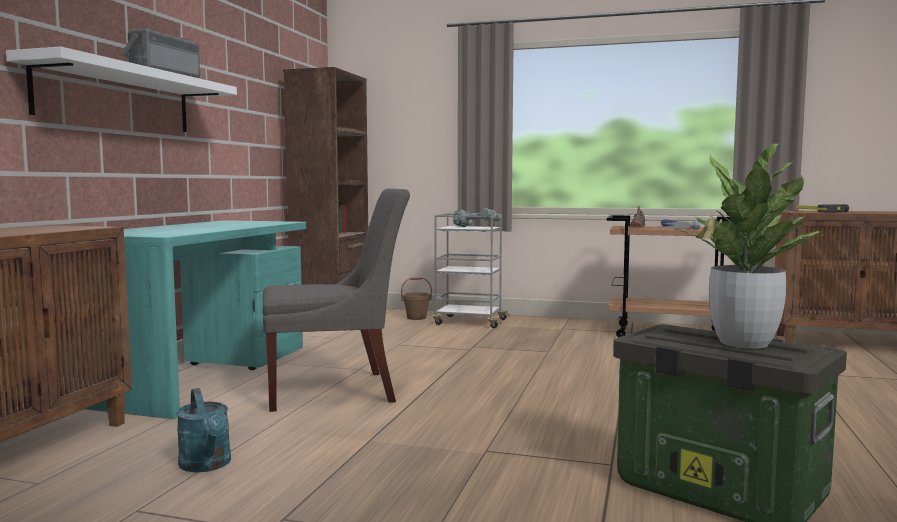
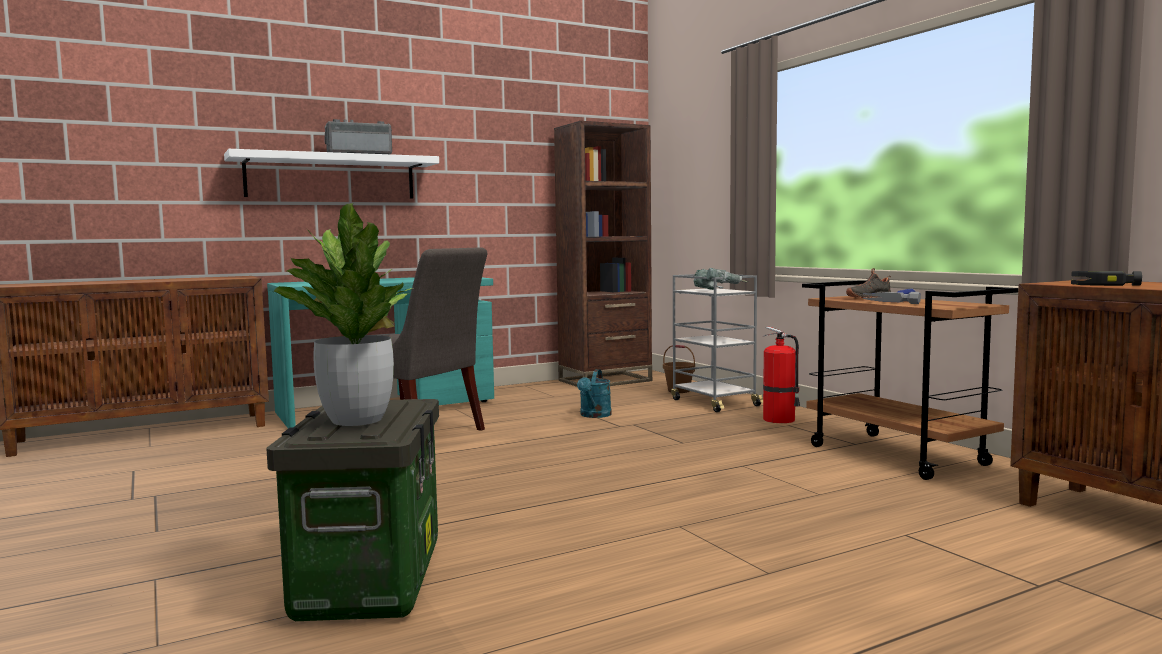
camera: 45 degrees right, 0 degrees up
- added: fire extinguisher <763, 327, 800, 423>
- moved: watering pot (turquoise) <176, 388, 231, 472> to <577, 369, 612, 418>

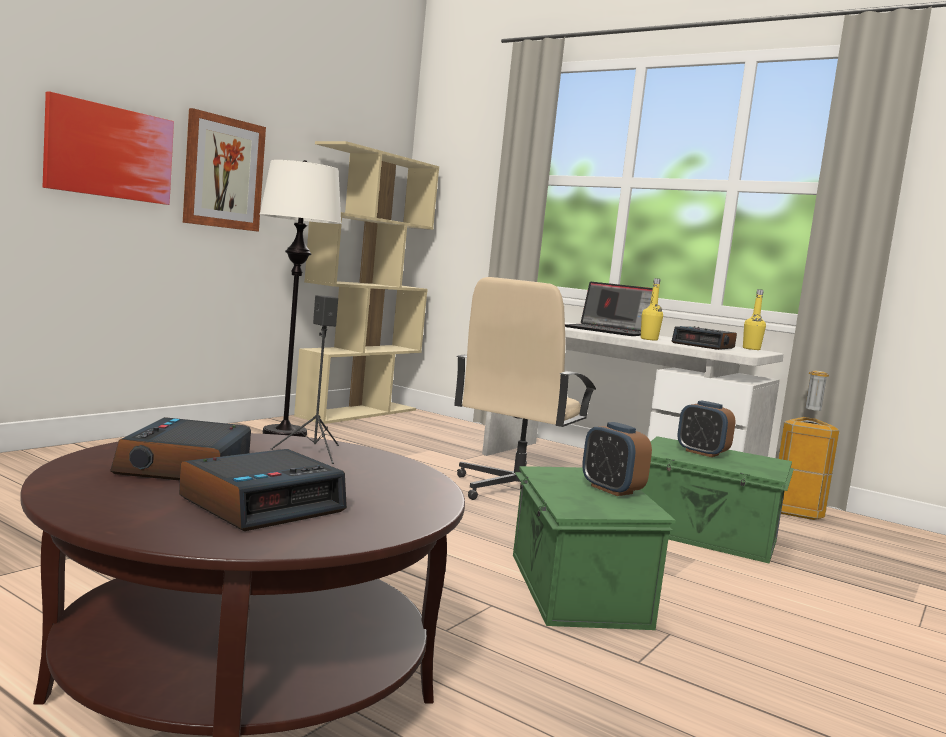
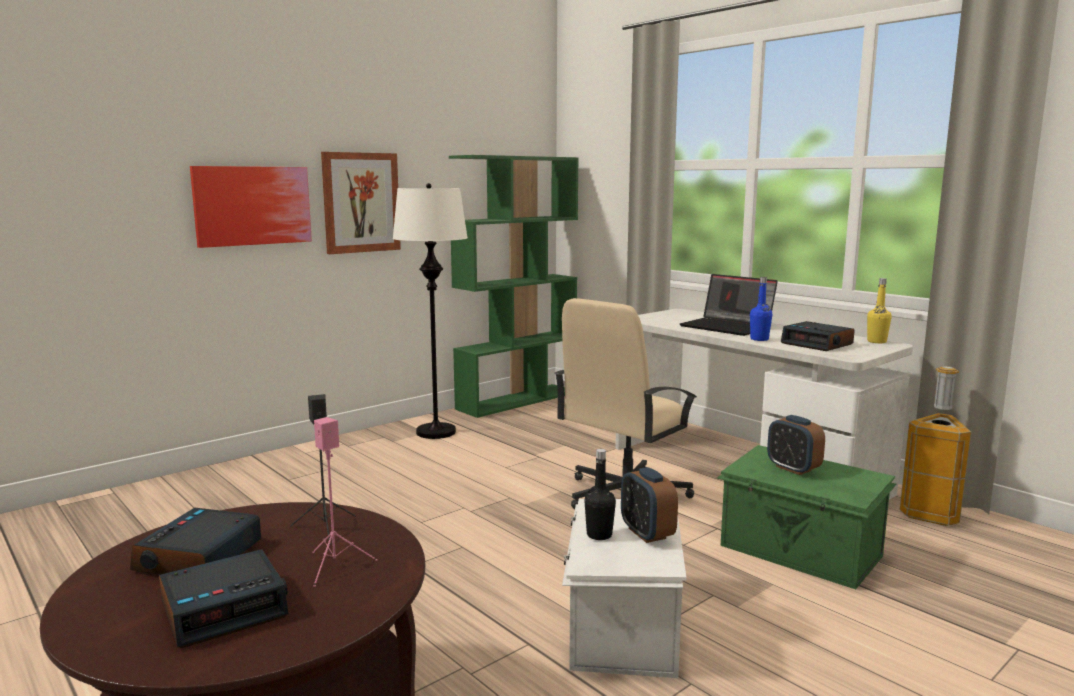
camera: 15 degrees right, 5 degrees up
- added: loudspeaker (pink) <312, 417, 377, 587>
- added: drink bottle (black) <584, 449, 616, 540>
- recoloured: shelving unit (beige) <294, 141, 439, 424> to shelving unit (green) <449, 155, 579, 418>
- recoloured: storage bin (green) <513, 466, 676, 630> to storage bin (white) <562, 499, 686, 678>
- recoloured: drink bottle (yellowish) <641, 278, 663, 341> to drink bottle (blue) <750, 277, 772, 341>

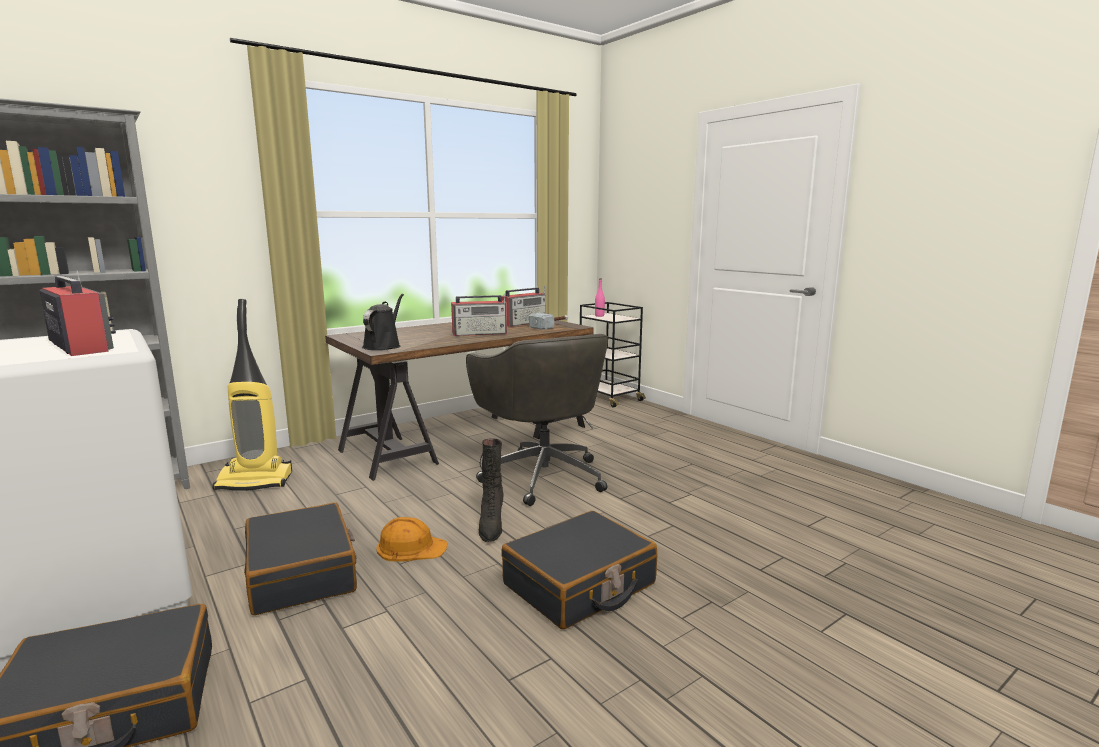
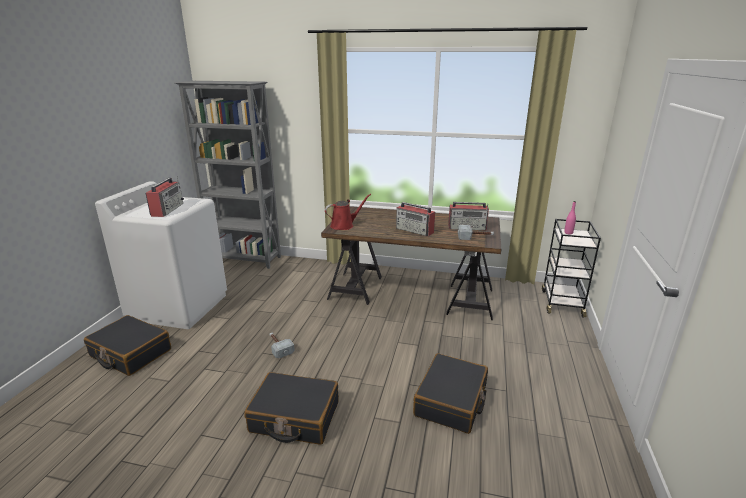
camera: 50 degrees right, 10 degrees up
- removed: vacuum <212, 299, 292, 491>
- removed: office chair (grey) <466, 334, 609, 506>
- removed: high-top boot (black) <479, 438, 503, 542>
- moved: piece of luggage (black) <244, 502, 357, 615> to <413, 353, 488, 434>
- replaced: hard hat (orange-coloured) <376, 517, 448, 562> to hammer <269, 333, 295, 358>
- recoloured: watering pot (black) <362, 294, 404, 350> to watering pot (red-coloured) <325, 194, 371, 230>

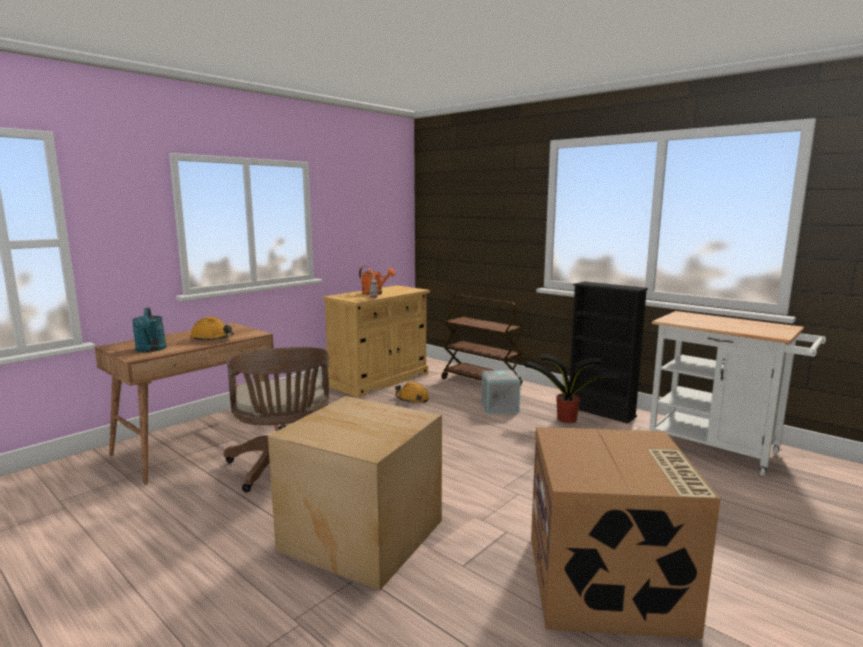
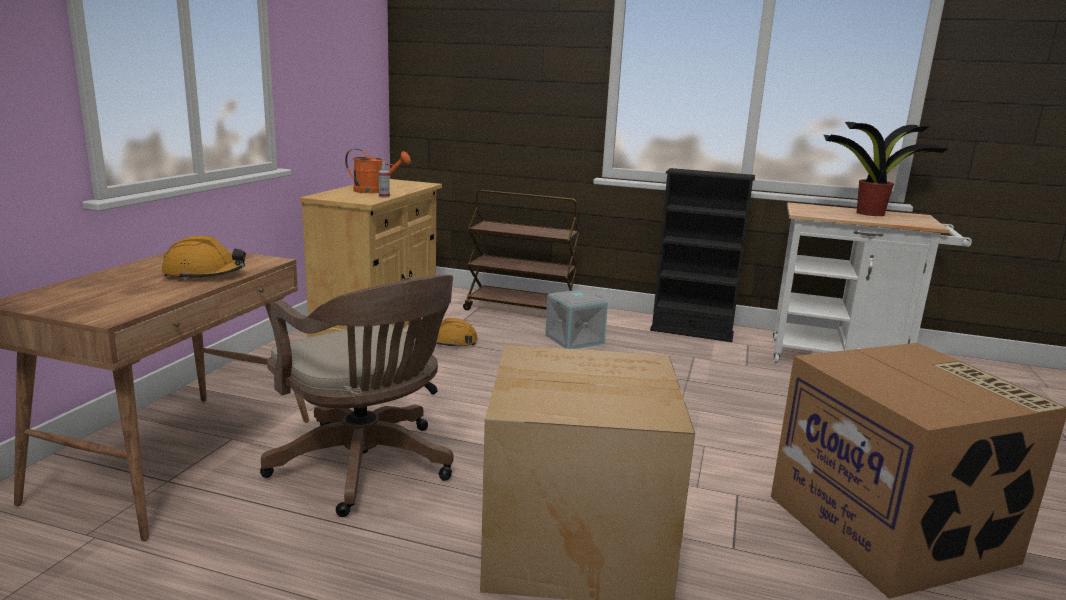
camera: 25 degrees left, 5 degrees up
- removed: watering pot (turquoise) <132, 308, 167, 352>
- moved: houseplant <524, 354, 620, 423> to <824, 122, 949, 216>

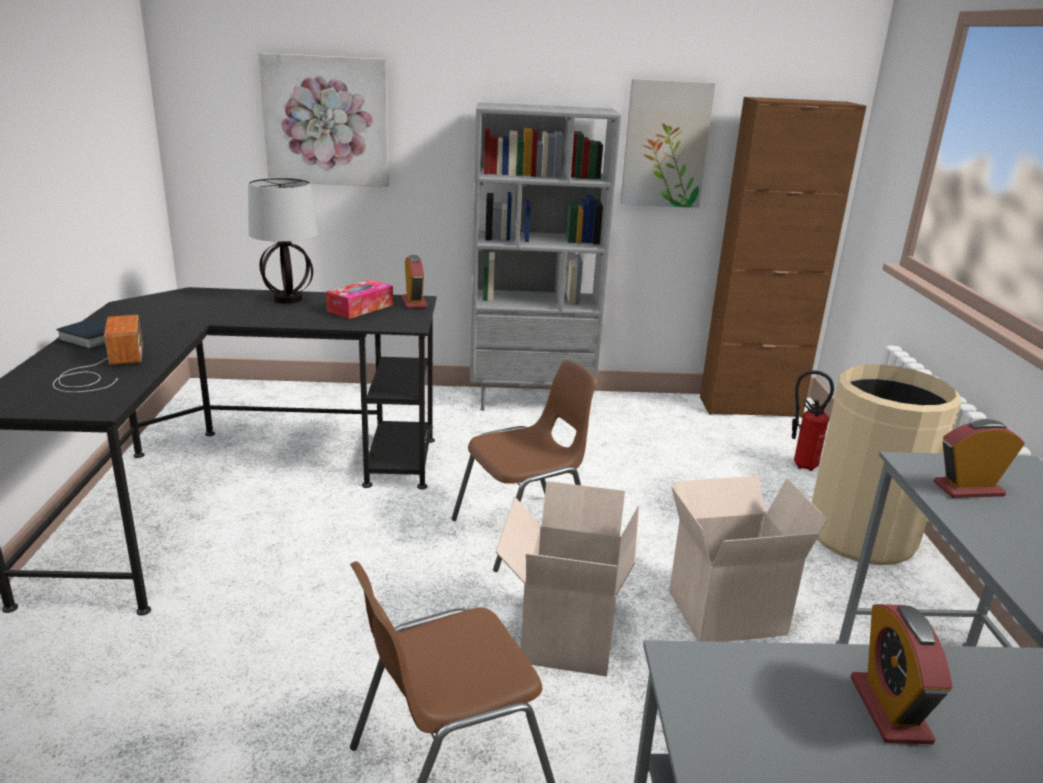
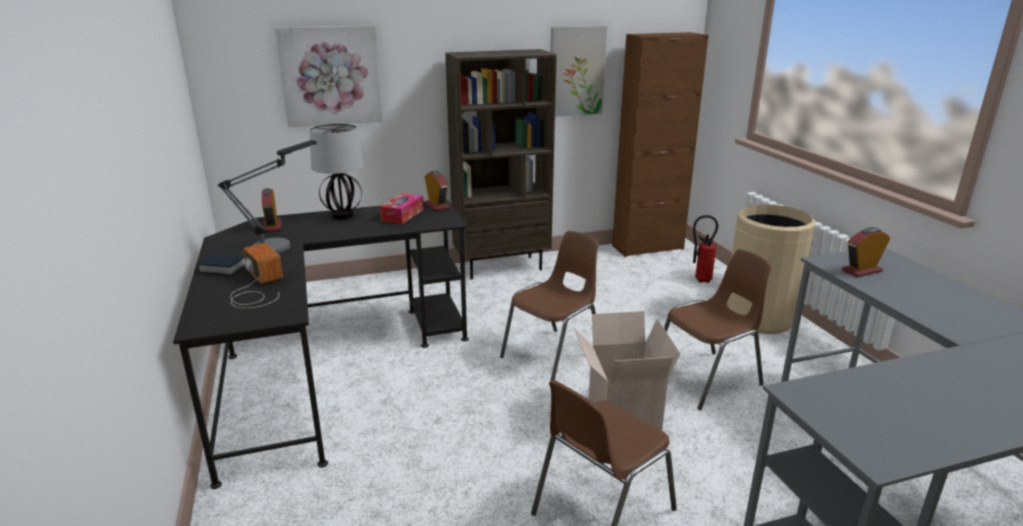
camera: 15 degrees left, 0 degrees up
- added: table lamp <218, 140, 317, 253>
- moved: alarm clock <851, 604, 953, 744> to <262, 188, 281, 232>
- replaced: carton <669, 476, 828, 642> to chair (brownish) <664, 249, 771, 410>
- recoloured: shelving unit (grey) <470, 102, 621, 411> to shelving unit (brownish) <445, 49, 557, 280>

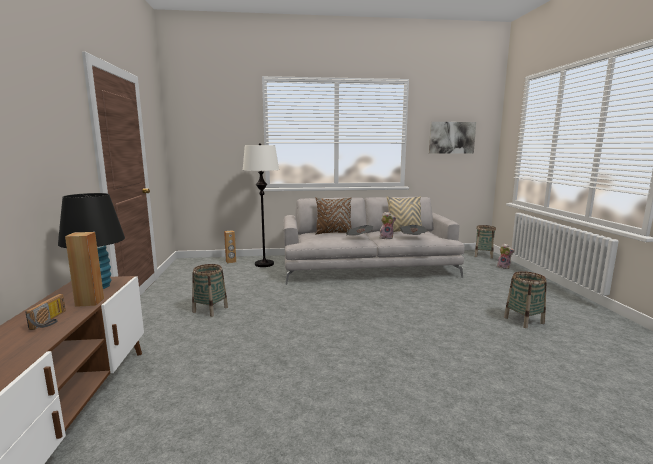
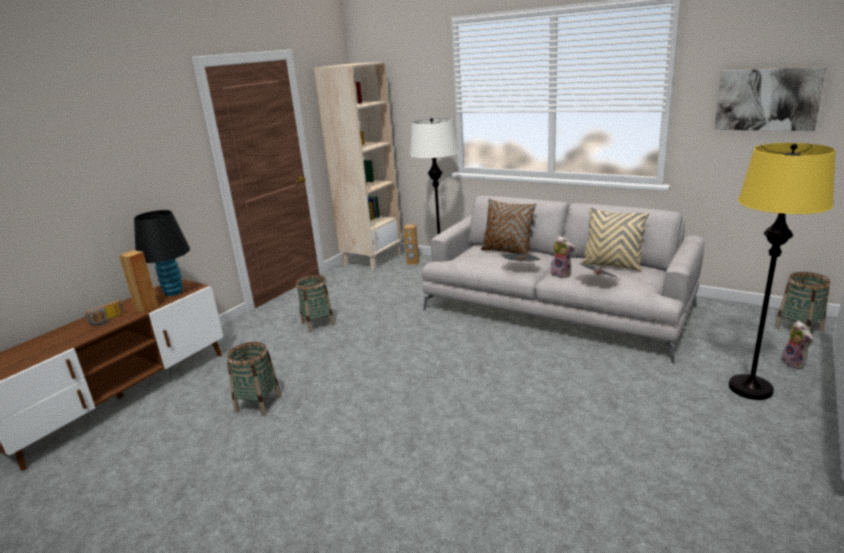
camera: 40 degrees right, 10 degrees up
- added: shelving unit (beige) <314, 62, 402, 271>
- added: standard lamp (yellowish) <729, 143, 836, 400>
- moved: basket <504, 271, 547, 328> to <227, 342, 282, 416>

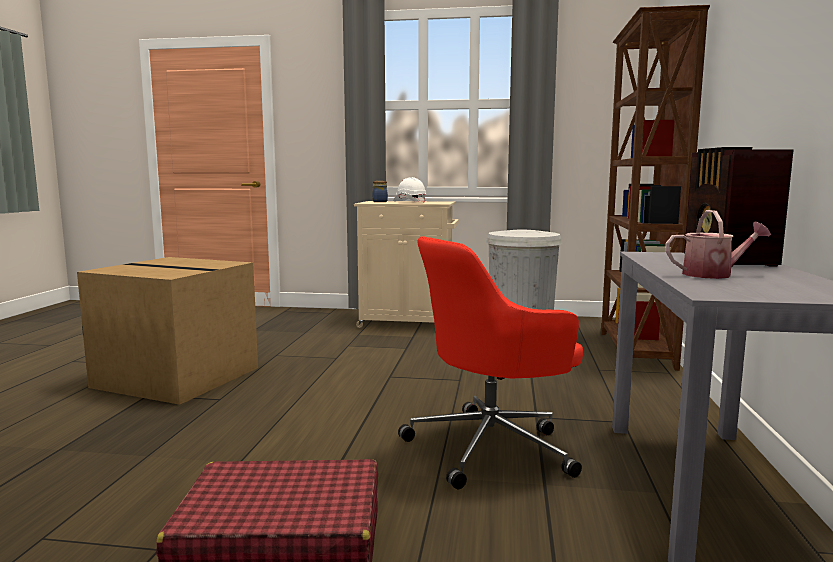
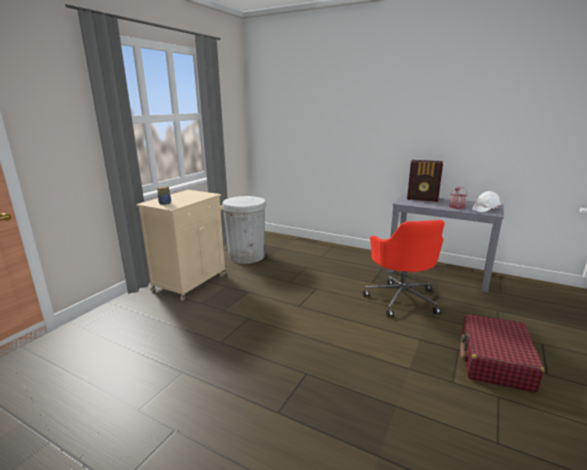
camera: 70 degrees left, 10 degrees up
- removed: carton <77, 257, 258, 405>
- removed: shelving unit (brownish) <601, 5, 710, 371>
- moved: hard hat (white) <393, 177, 427, 202> to <472, 191, 501, 212>

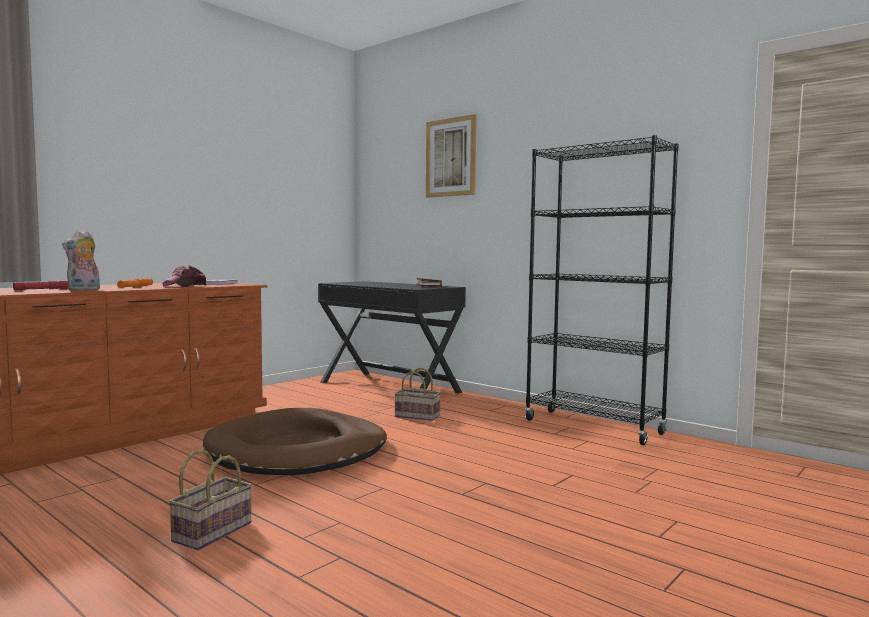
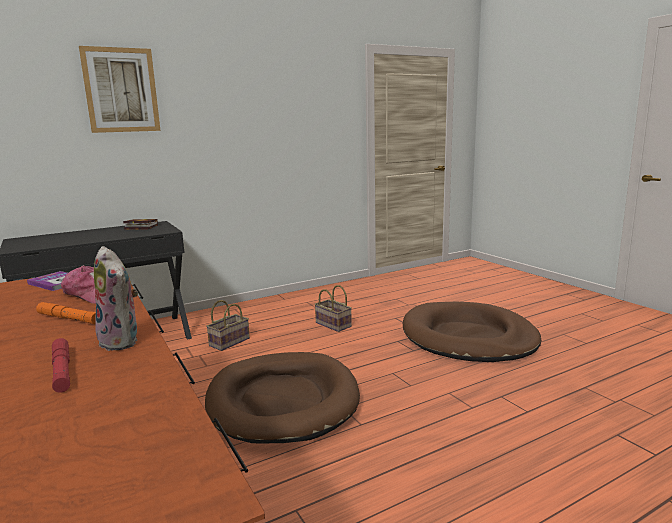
camera: 70 degrees left, 10 degrees up
- removed: shelving unit (black) <525, 135, 679, 445>
- added: dog cushion (brownish) <403, 302, 541, 362>
- moved: basket <169, 449, 252, 550> to <314, 285, 352, 332>

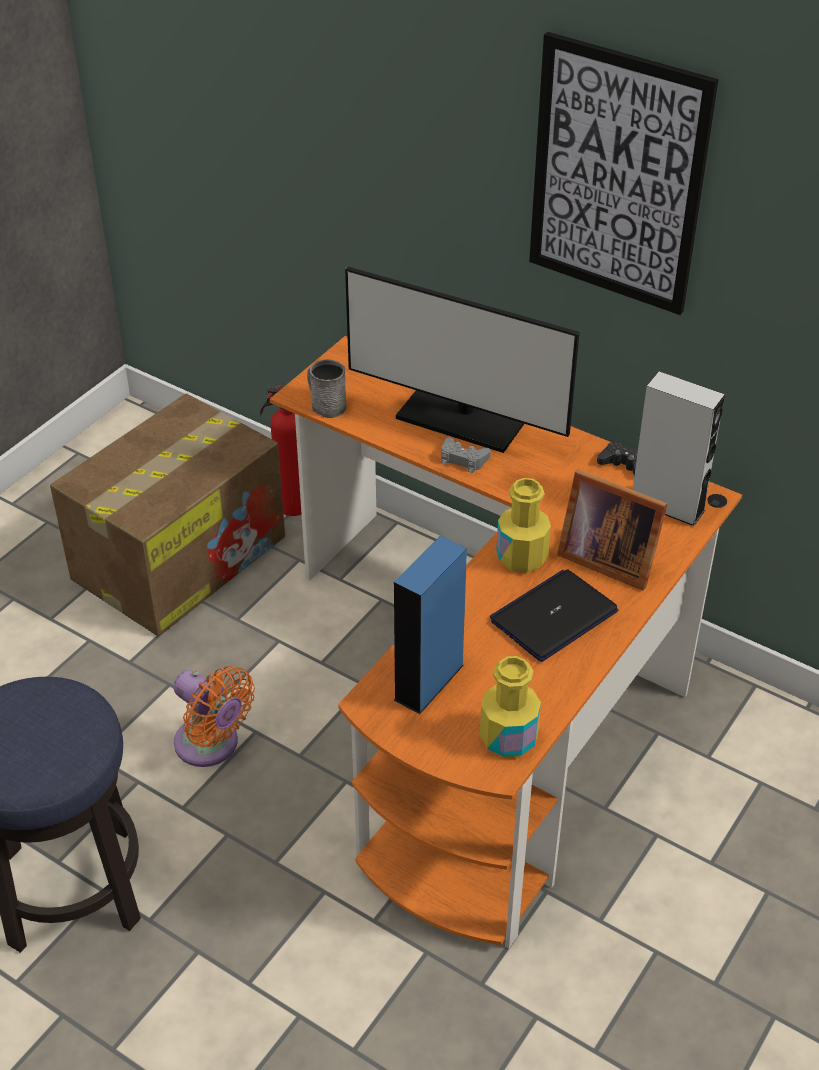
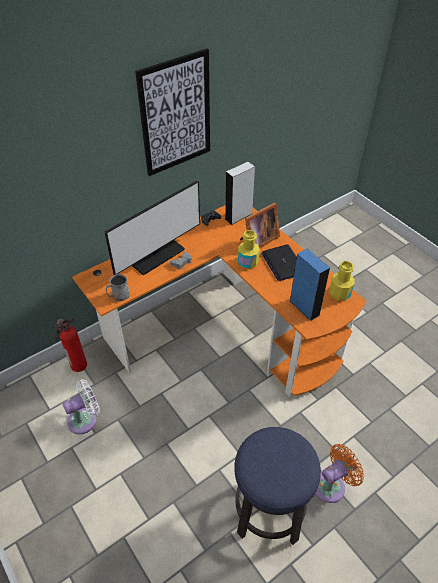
camera: 70 degrees left, 5 degrees up
- moved: cooling fan (orange-coloured) <173, 666, 255, 767> to <315, 444, 364, 503>
- replaced: carton <50, 393, 285, 637> to cooling fan (white) <63, 379, 100, 435>

